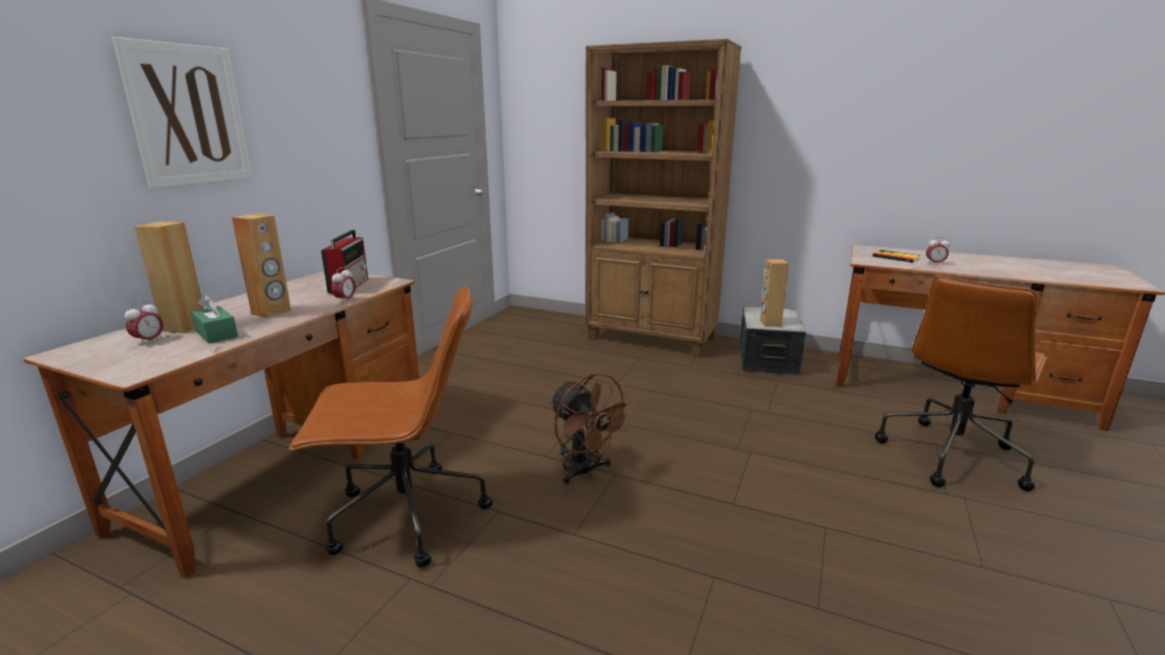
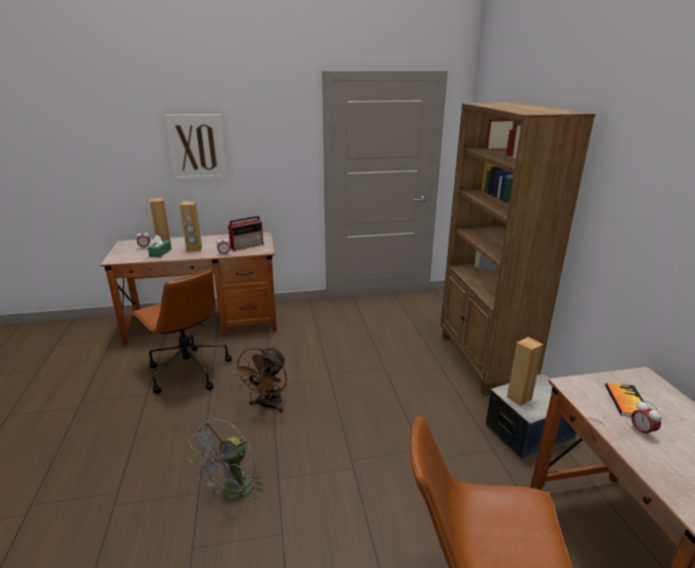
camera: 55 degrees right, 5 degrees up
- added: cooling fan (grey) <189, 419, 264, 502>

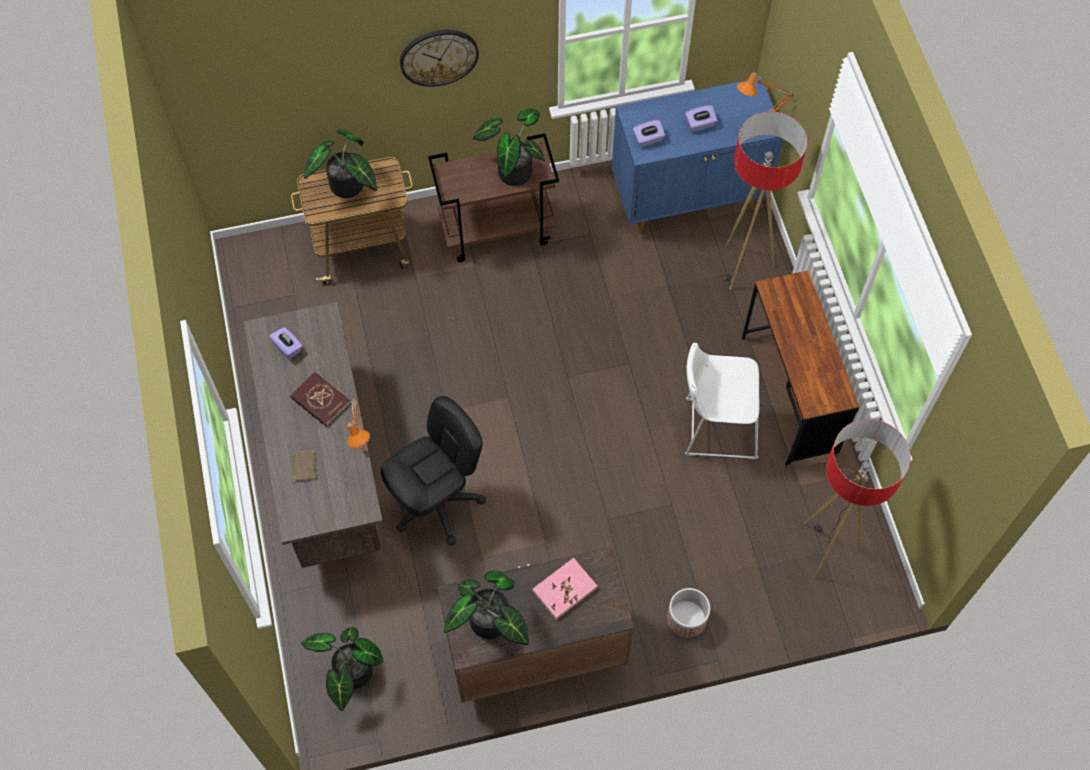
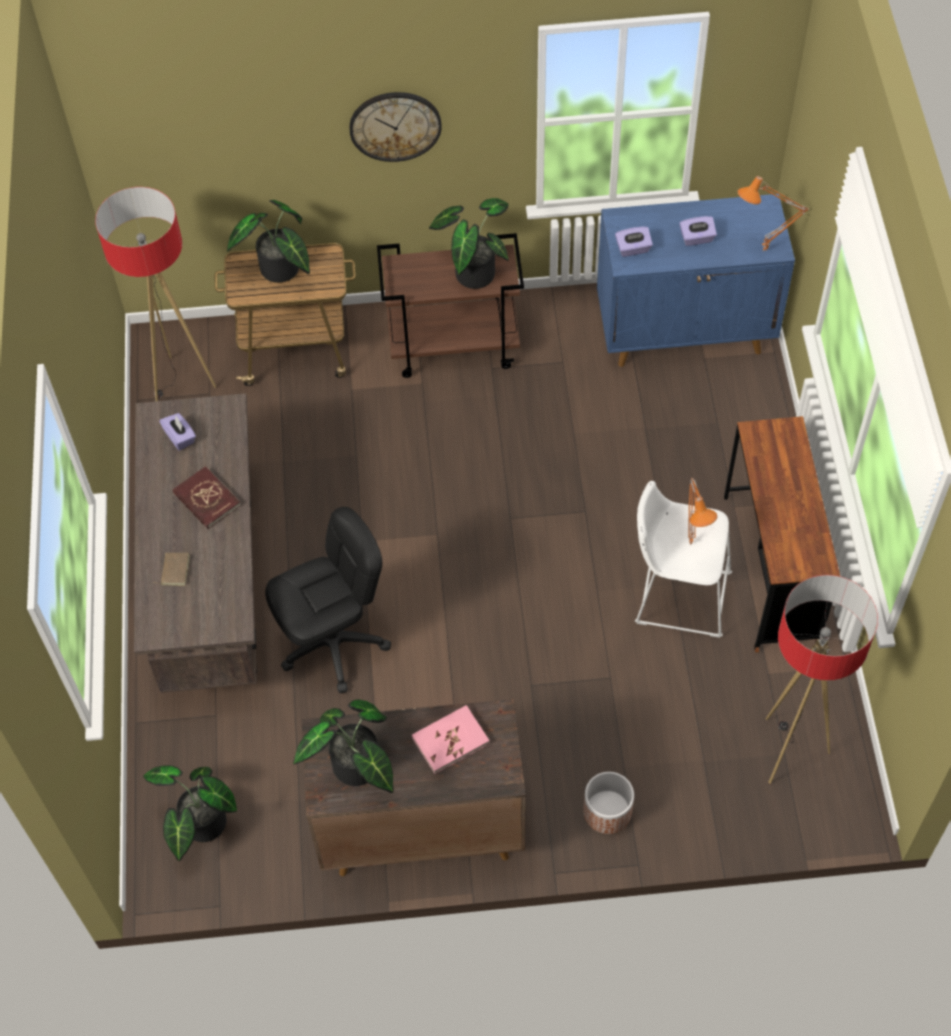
camera: 10 degrees right, 5 degrees down
- moved: table lamp (orange-coloured) <347, 398, 370, 454> to <688, 478, 717, 545>
- moved: standard lamp <724, 111, 808, 290> to <95, 187, 216, 402>

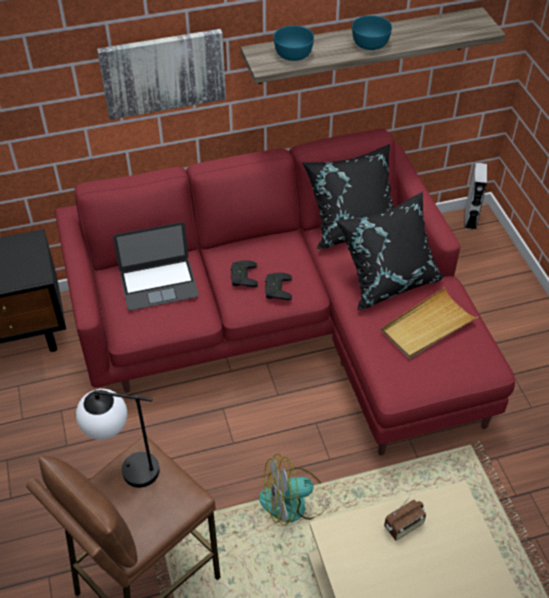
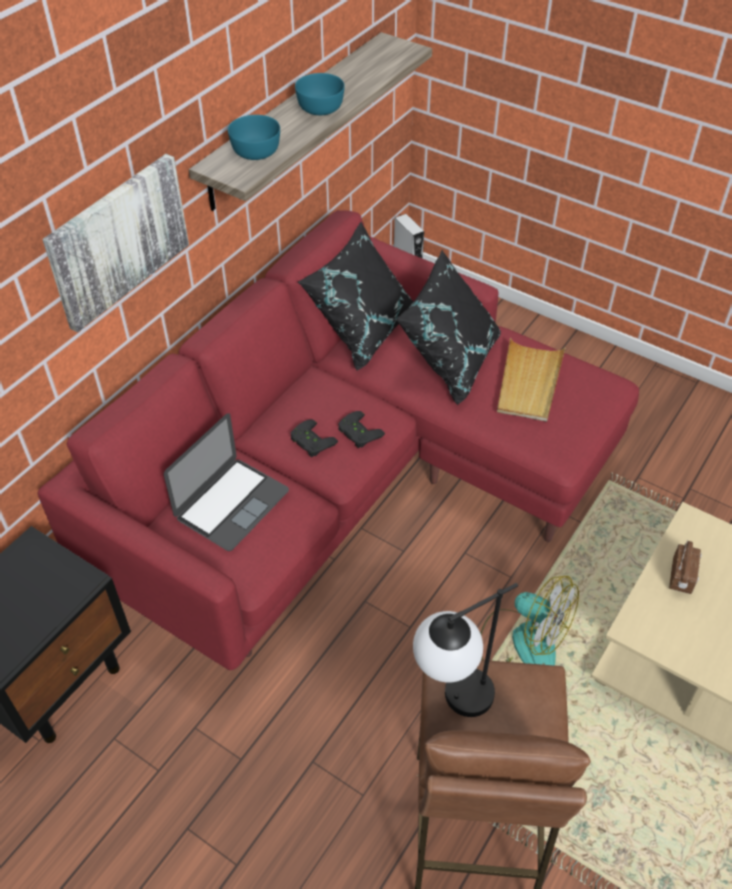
camera: 40 degrees left, 0 degrees up
- turned: cooling fan <259, 454, 328, 526> = <480, 576, 579, 666> 90 degrees counterclockwise

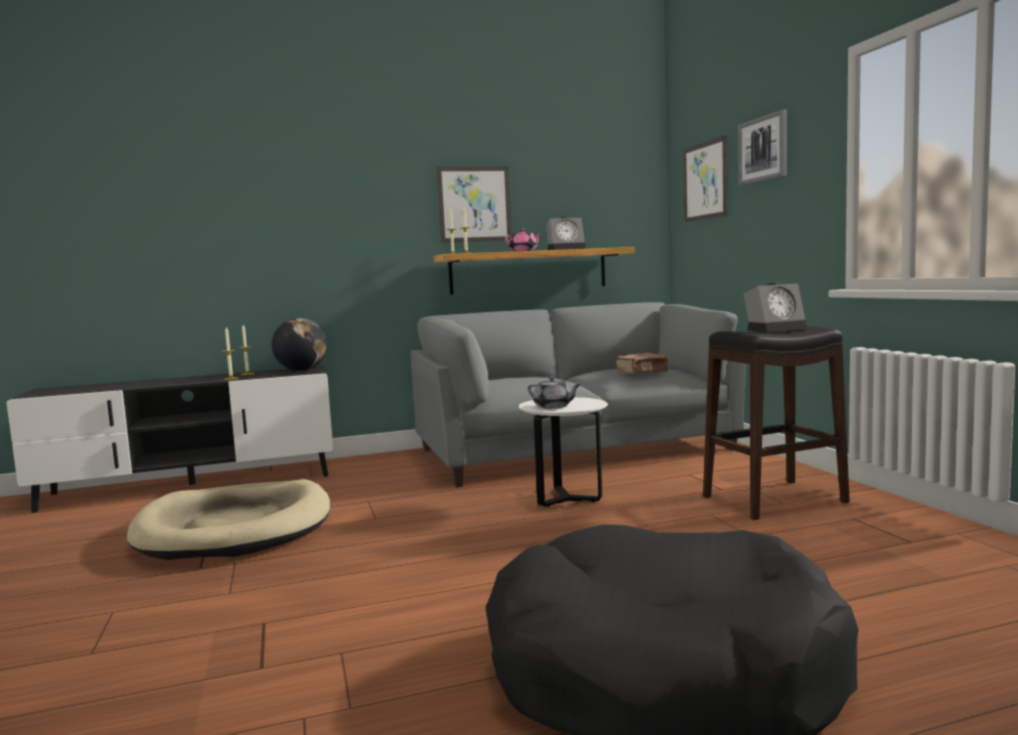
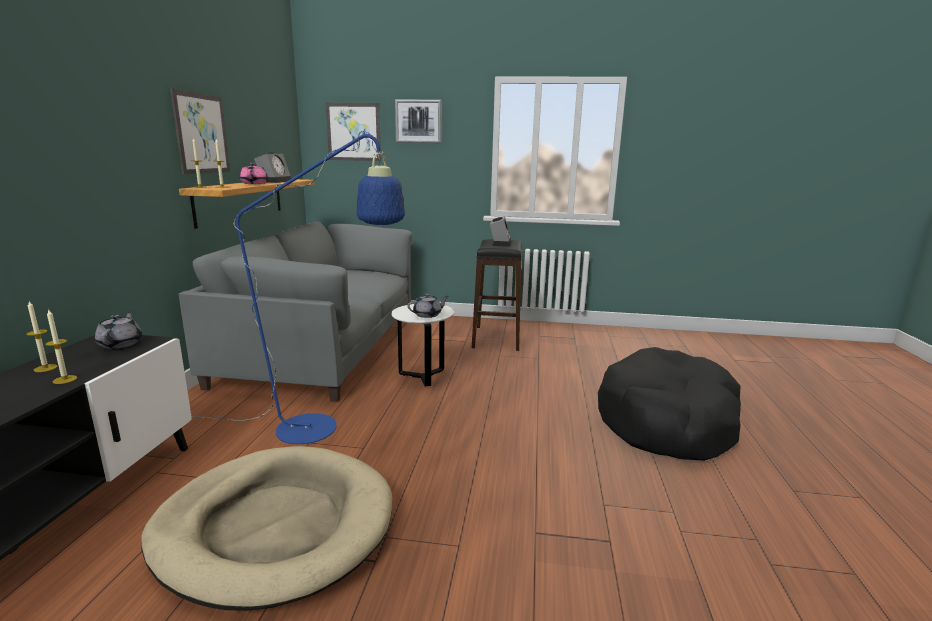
camera: 65 degrees left, 10 degrees up
- removed: volume (brownish) <616, 353, 669, 374>
- added: standard lamp (blue) <193, 131, 405, 444>
- replaced: world globe <272, 318, 327, 372> to pot for tea (grey) <95, 311, 142, 349>

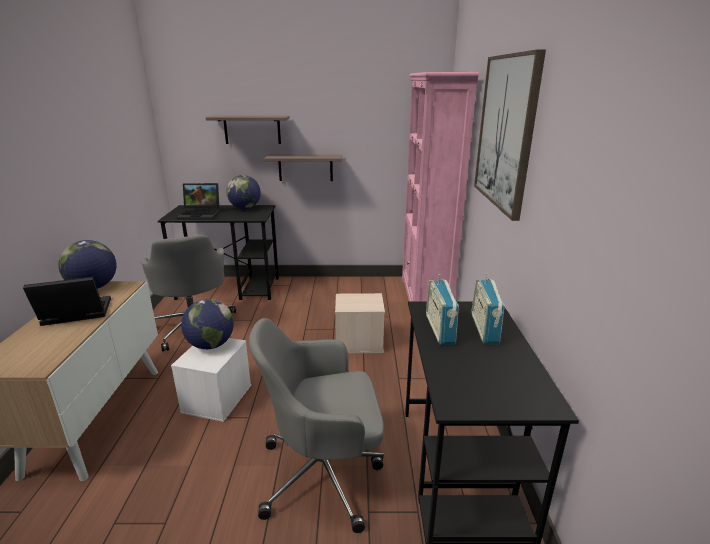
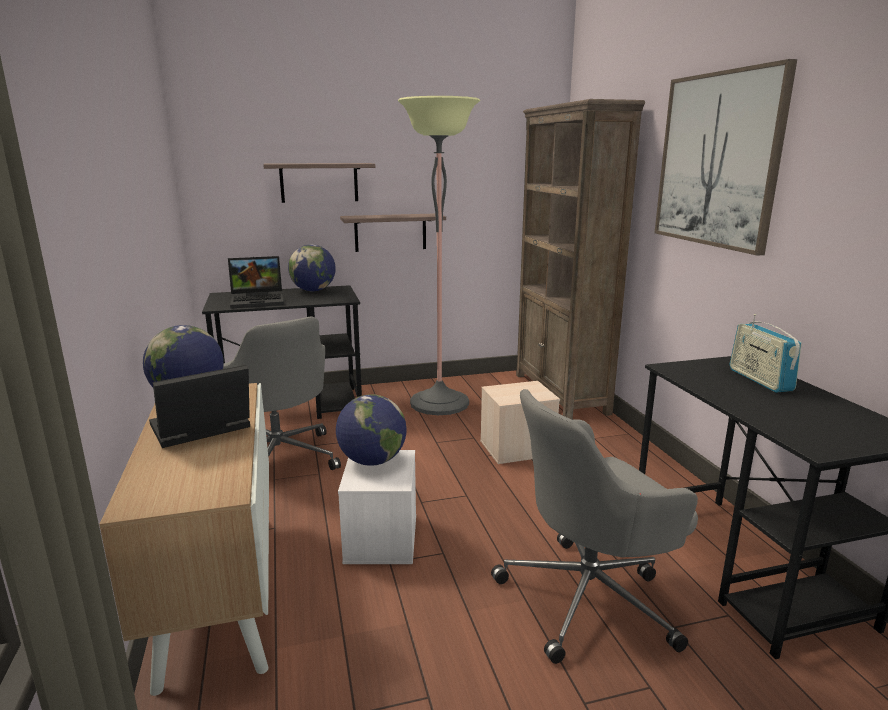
camera: 15 degrees left, 5 degrees down
- removed: radio <426, 274, 459, 345>
- added: standard lamp <398, 96, 480, 415>
- recoloured: shelving unit (pink) <402, 72, 479, 301> to shelving unit (brownish) <516, 99, 645, 420>

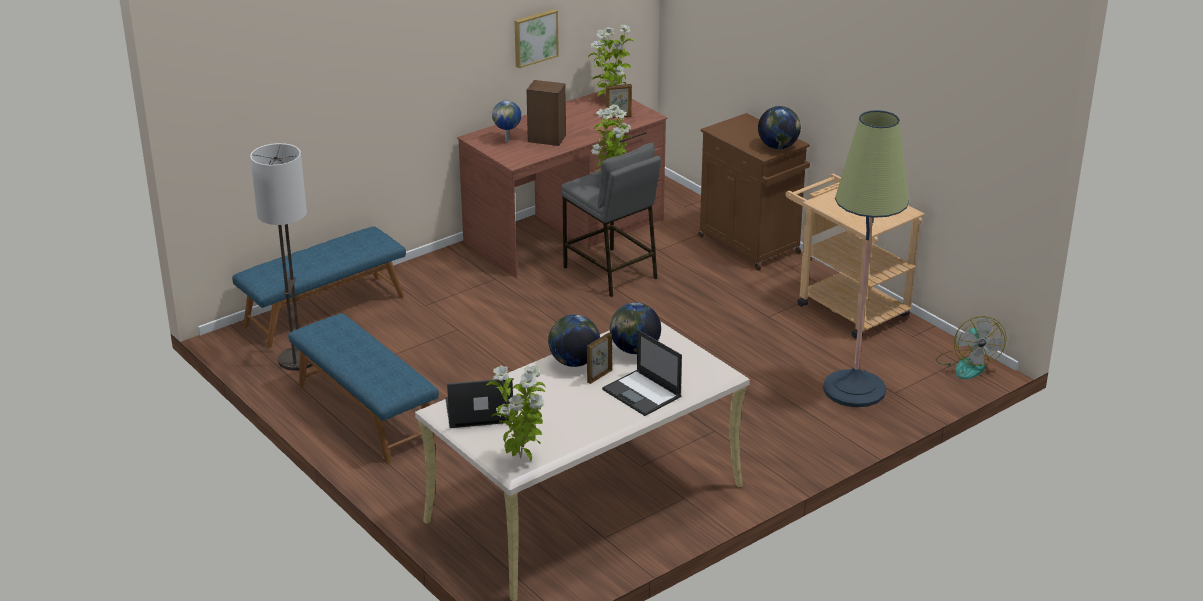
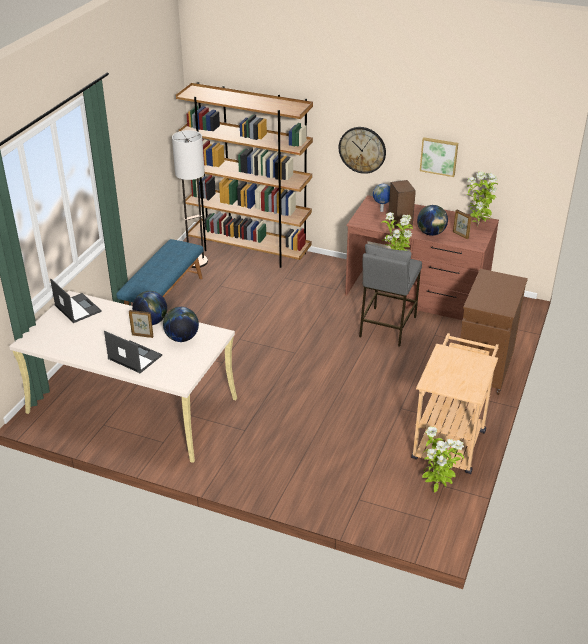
camera: 60 degrees right, 5 degrees up
- removed: standard lamp <823, 110, 909, 407>
- removed: cooling fan <936, 316, 1006, 379>
- added: clock on the wall <339, 127, 386, 174>
- moved: houseplant <486, 365, 546, 461> to <422, 426, 464, 492>
- moved: world globe <758, 106, 801, 149> to <417, 205, 448, 236>
- replaced: long seat (blue) <232, 226, 406, 348> to shelving unit (brownish) <176, 82, 313, 268>
- turned: laptop <602, 330, 682, 416> = <104, 331, 162, 373> 105 degrees clockwise

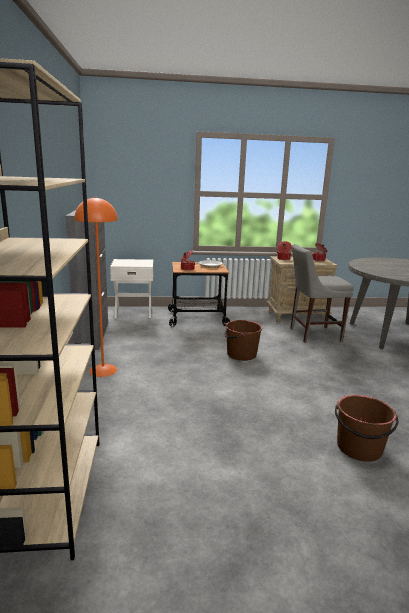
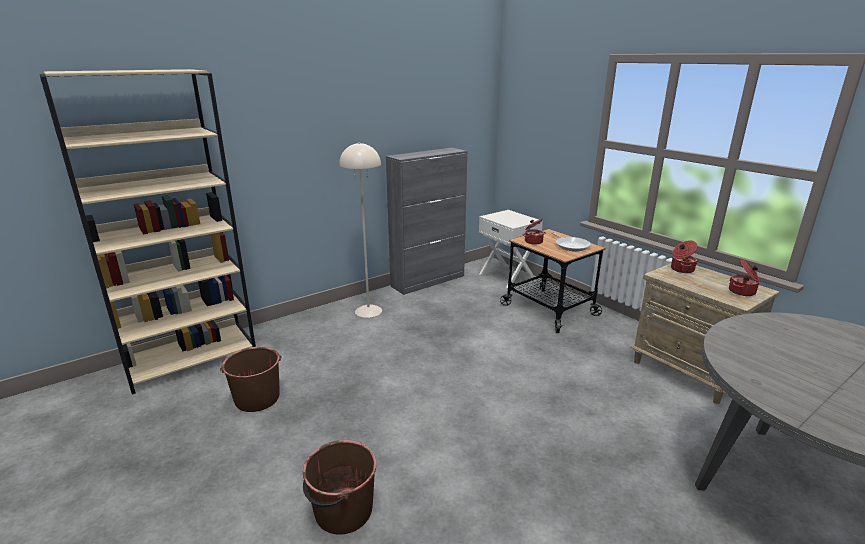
camera: 60 degrees right, 5 degrees up
- removed: chair (grey) <290, 244, 354, 343>
- moved: pail (brownish) <224, 320, 262, 361> to <220, 347, 282, 412>
- recoloured: standard lamp (orange-coloured) <74, 197, 118, 377> to standard lamp (beige) <339, 142, 382, 318>

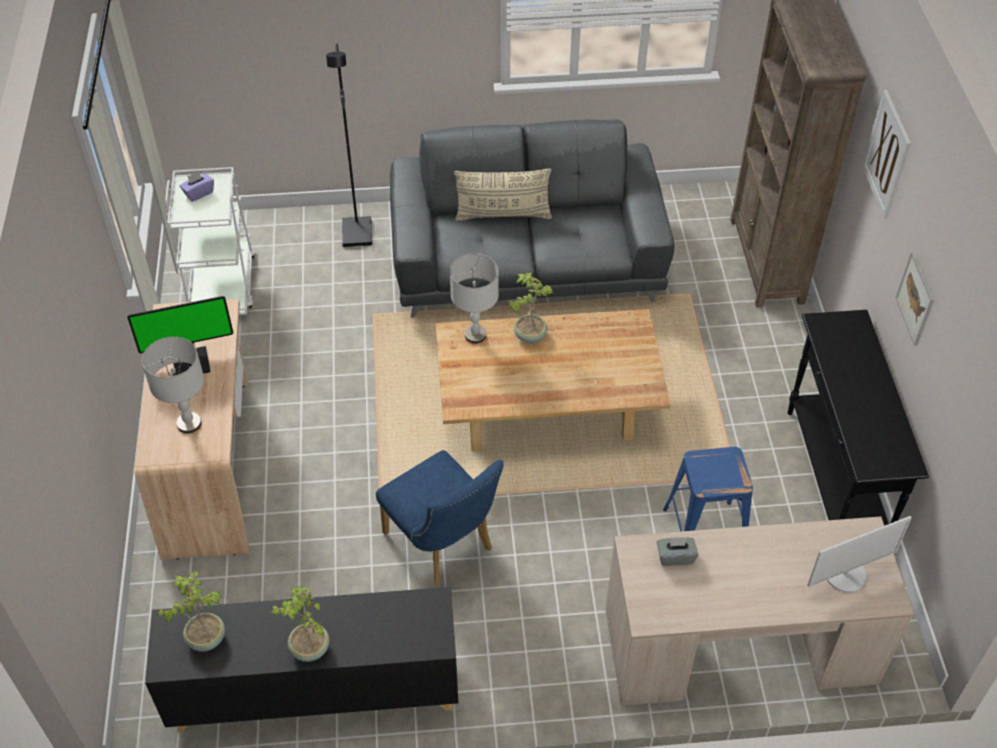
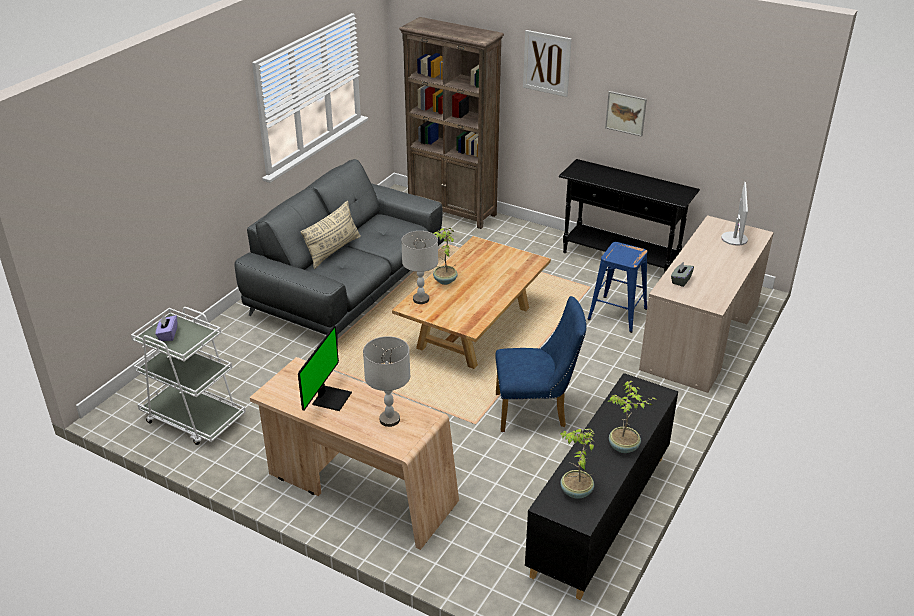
camera: 55 degrees left, 15 degrees down
- removed: standard lamp (black) <326, 43, 372, 247>

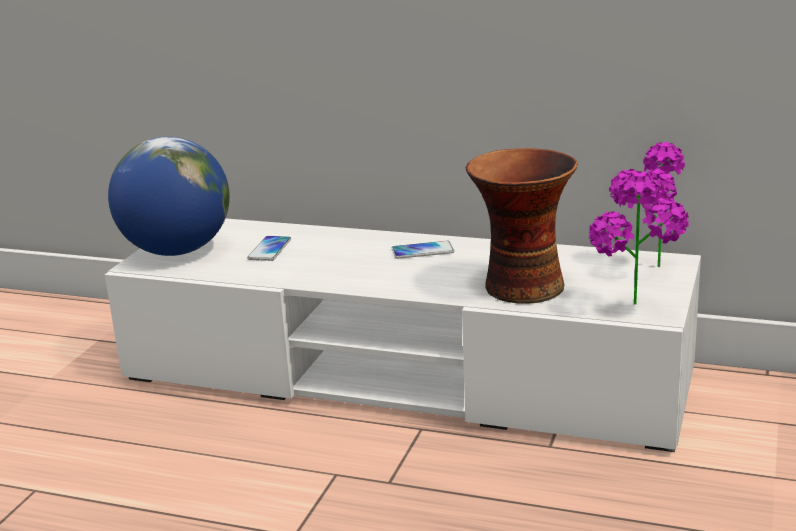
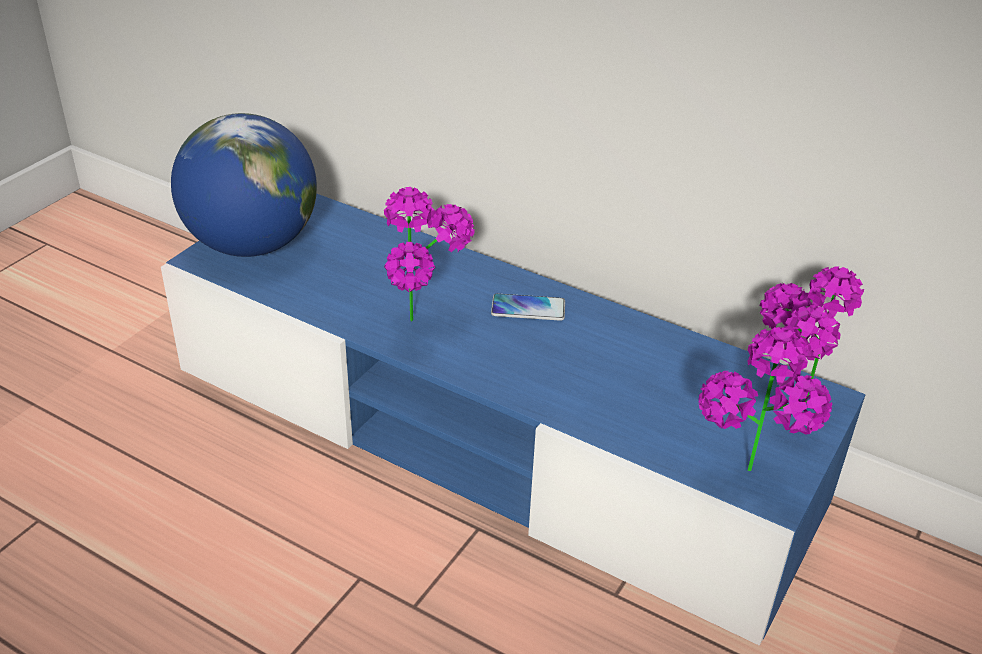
camera: 10 degrees right, 15 degrees up
- removed: phone <247, 236, 291, 261>
- removed: decorative vase <466, 148, 578, 304>
- added: houseplant <384, 187, 475, 322>
- recoloured: tv stand (white) <105, 219, 701, 452> to tv stand (blue) <161, 193, 866, 646>

